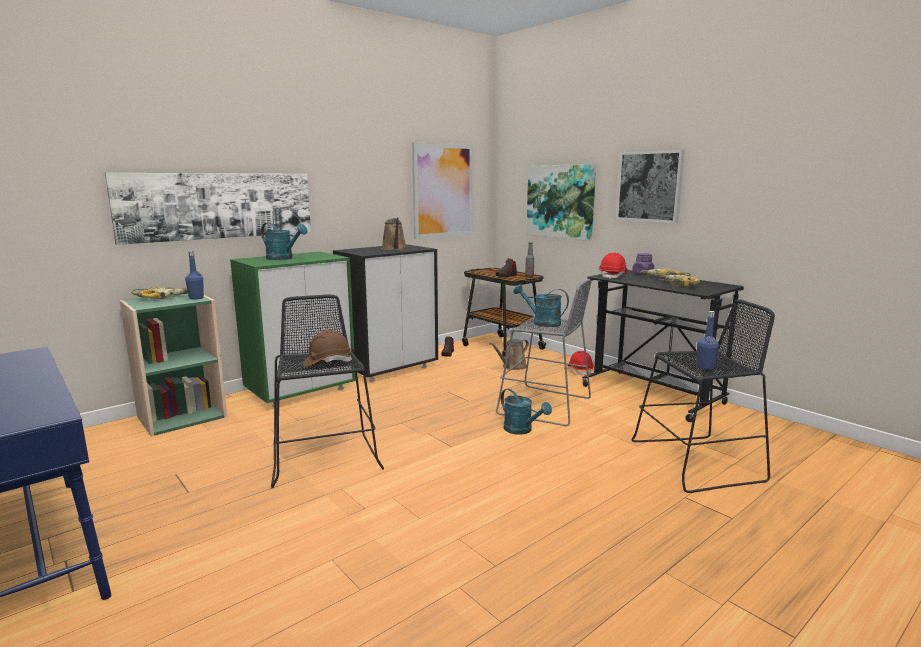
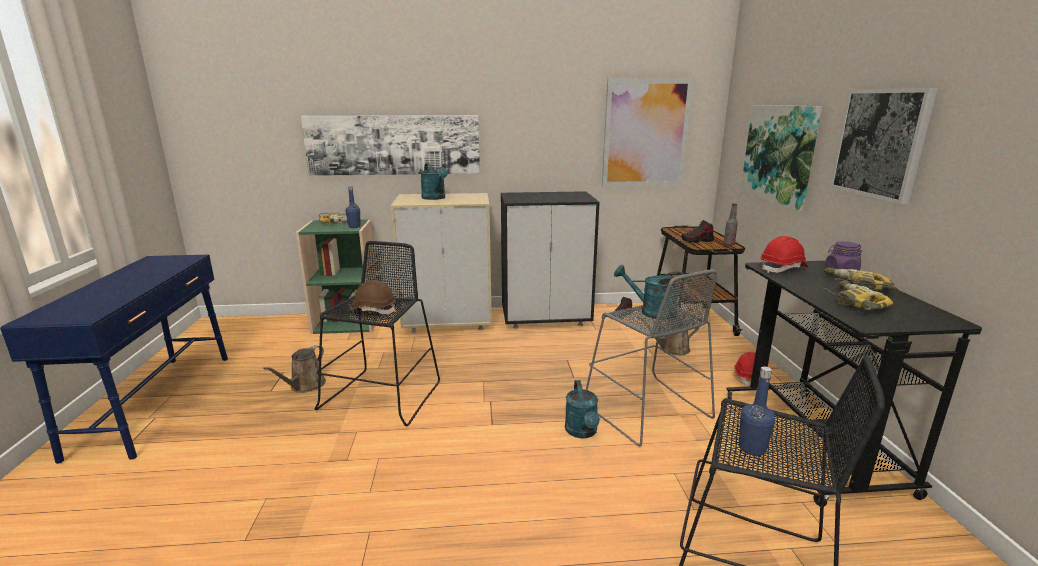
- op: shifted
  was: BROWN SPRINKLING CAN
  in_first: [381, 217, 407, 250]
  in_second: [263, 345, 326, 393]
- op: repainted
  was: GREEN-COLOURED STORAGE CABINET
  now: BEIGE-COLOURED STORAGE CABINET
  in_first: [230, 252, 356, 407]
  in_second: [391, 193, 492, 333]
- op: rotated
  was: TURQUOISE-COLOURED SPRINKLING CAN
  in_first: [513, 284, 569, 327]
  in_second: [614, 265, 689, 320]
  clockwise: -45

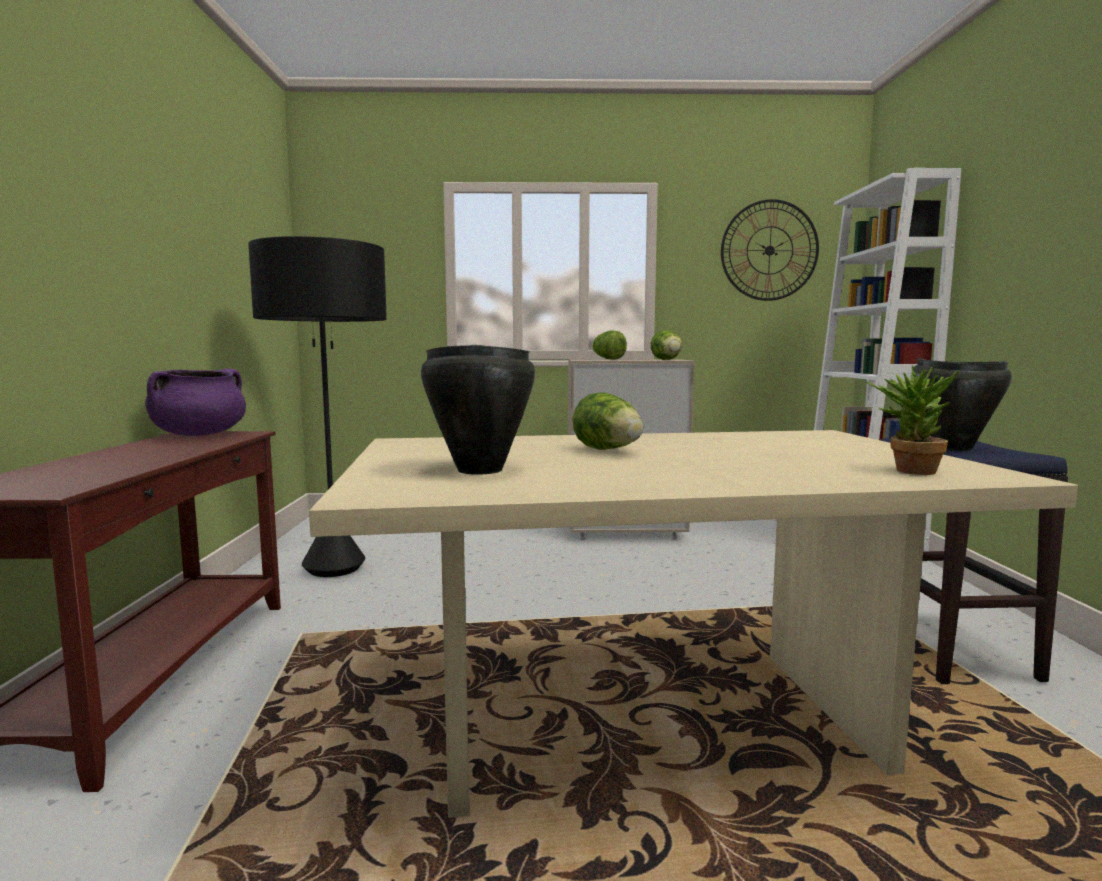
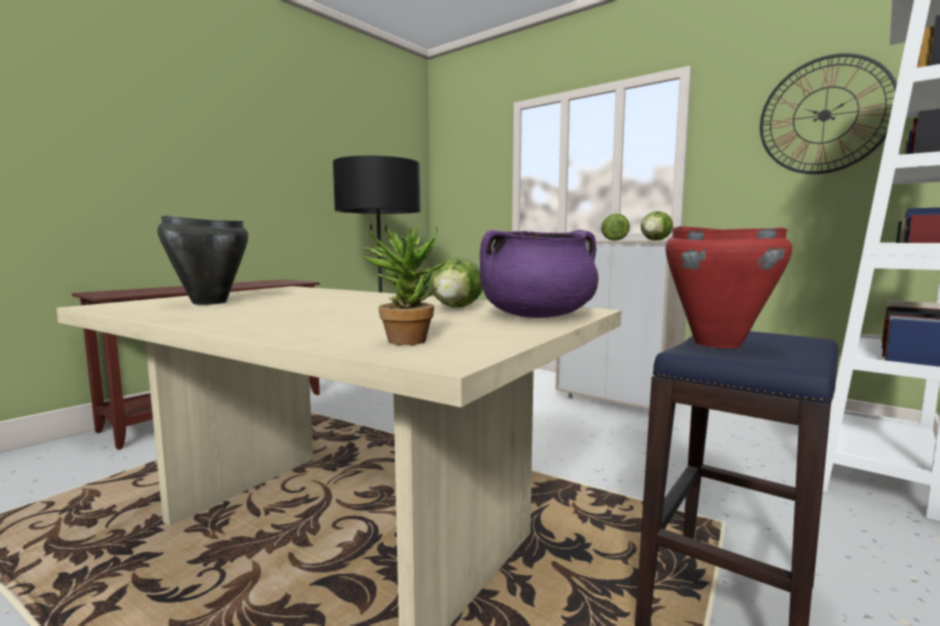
- op: shifted
  was: PURPLE-COLOURED COOKING POT
  in_first: [145, 368, 246, 436]
  in_second: [480, 230, 599, 318]
- op: shifted
  was: LETTUCE HEAD
  in_first: [573, 392, 643, 450]
  in_second: [431, 258, 483, 307]
- op: repainted
  was: BLACK-COLOURED COOKING POT
  now: RED-COLOURED COOKING POT
  in_first: [914, 358, 1012, 451]
  in_second: [665, 226, 792, 348]

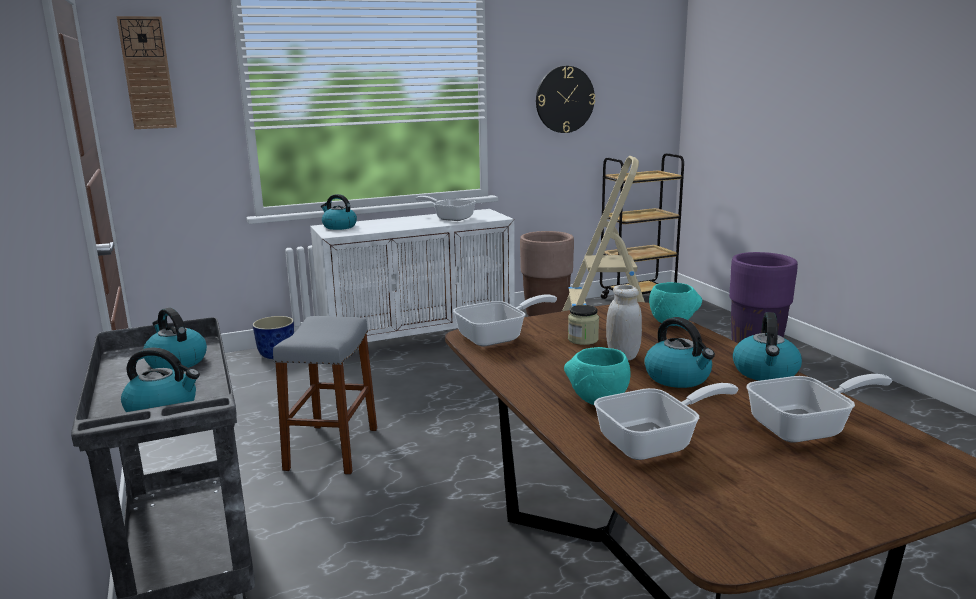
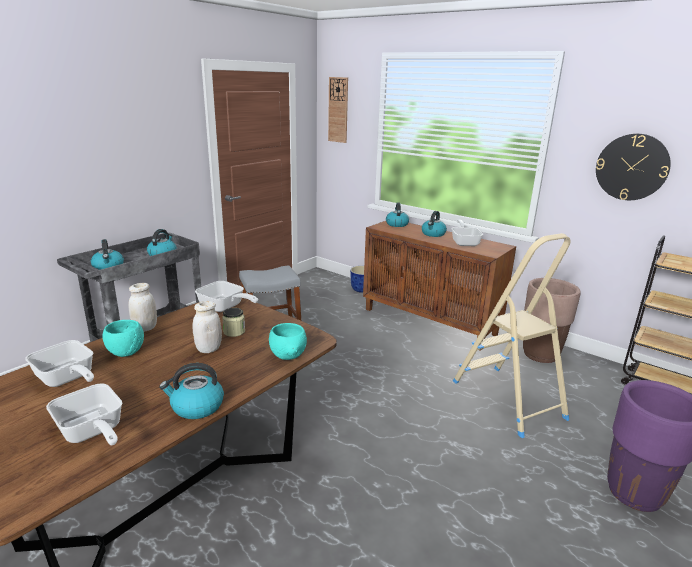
- op: new
  now: WHITE JAR
  in_second: [129, 283, 157, 332]
- op: shifted
  was: KETTLE
  in_first: [644, 317, 715, 388]
  in_second: [422, 211, 447, 237]
- op: repainted
  was: WHITE STORAGE CABINET
  now: BROWN STORAGE CABINET
  in_first: [310, 209, 515, 342]
  in_second: [363, 221, 516, 351]

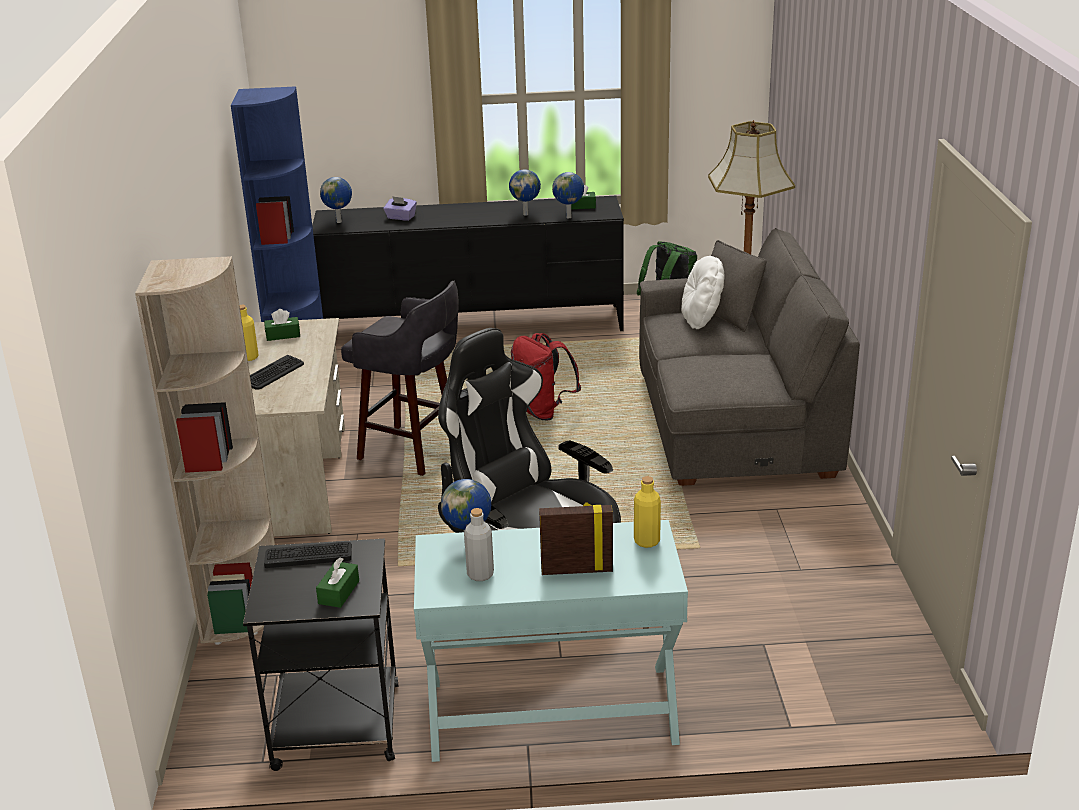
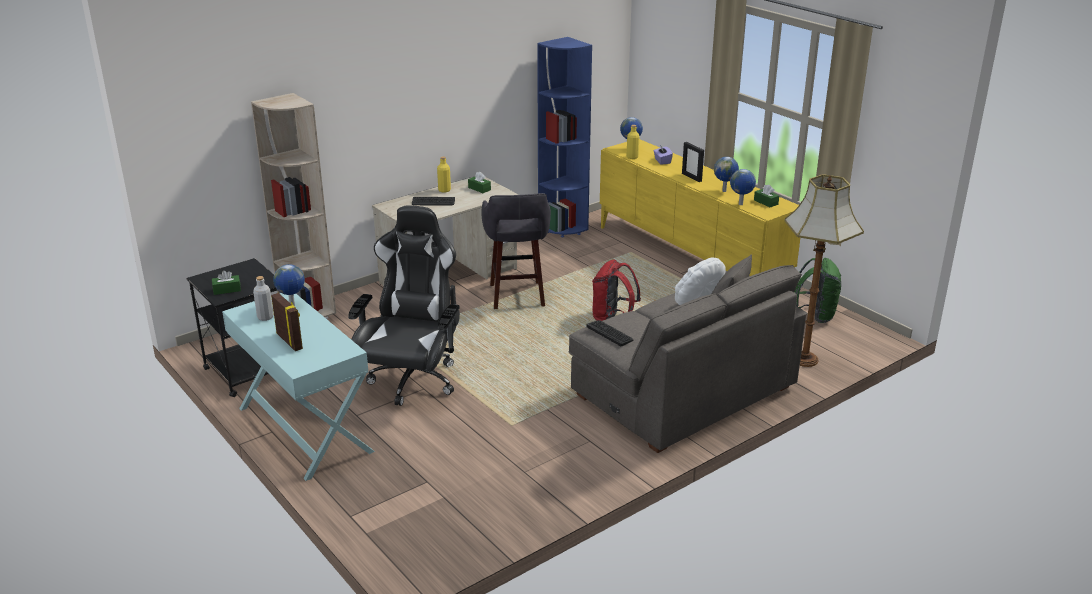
- op: new
  now: PICTURE FRAME
  in_second: [682, 142, 704, 182]
- op: shifted
  was: COMPUTER KEYBOARD
  in_first: [264, 542, 352, 568]
  in_second: [586, 320, 633, 346]
- op: shifted
  was: YELLOWISH BOTTLE
  in_first: [634, 476, 661, 548]
  in_second: [627, 125, 639, 159]
- op: repainted
  was: BLACK-COLOURED STORAGE CABINET
  now: YELLOWISH STORAGE CABINET
  in_first: [312, 196, 624, 331]
  in_second: [600, 139, 800, 276]

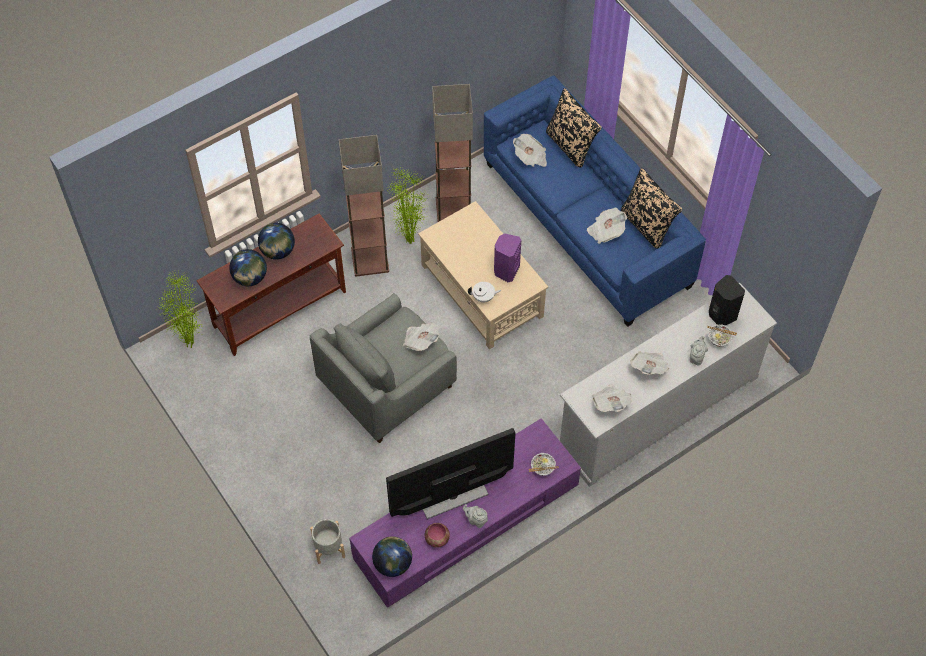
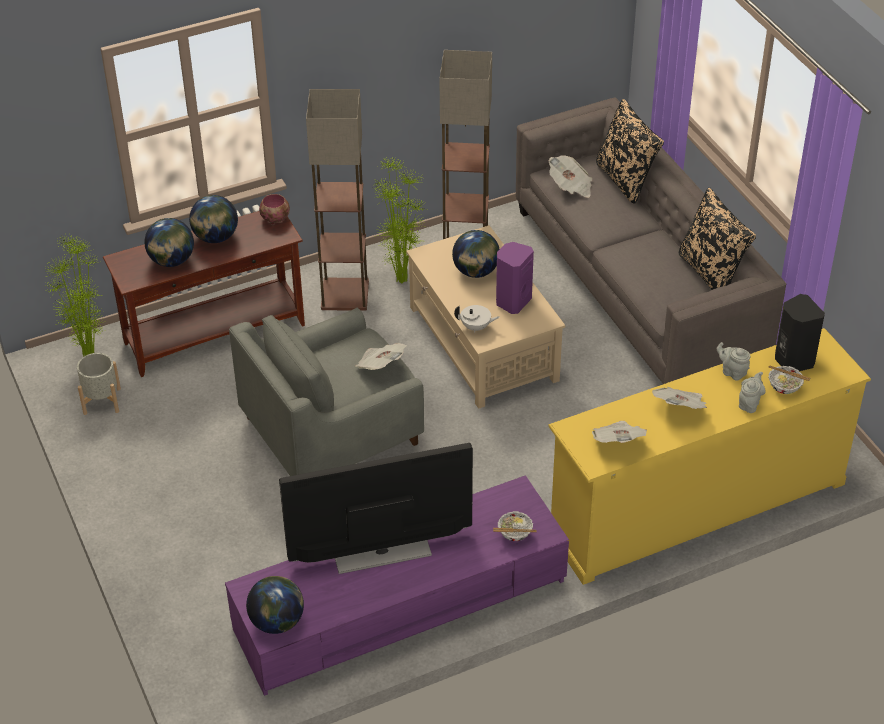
- op: gone
  was: PRINTED PAPER
  in_first: [587, 208, 627, 244]
- op: new
  now: GLOBE
  in_second: [452, 230, 500, 278]
- op: shifted
  was: GREY FLOWER POT
  in_first: [310, 519, 345, 564]
  in_second: [77, 353, 121, 415]
- op: shifted
  was: SERVING BOWL
  in_first: [424, 523, 450, 548]
  in_second: [259, 194, 290, 224]
- op: shifted
  was: GREY POT FOR TEA
  in_first: [463, 504, 488, 528]
  in_second: [717, 342, 750, 380]
- op: repainted
  was: BLUE COUCH
  now: GREY COUCH
  in_first: [484, 75, 706, 327]
  in_second: [516, 98, 786, 384]
- op: repainted
  was: WHITE STORAGE CABINET
  now: YELLOWISH STORAGE CABINET
  in_first: [560, 283, 777, 487]
  in_second: [548, 328, 871, 585]

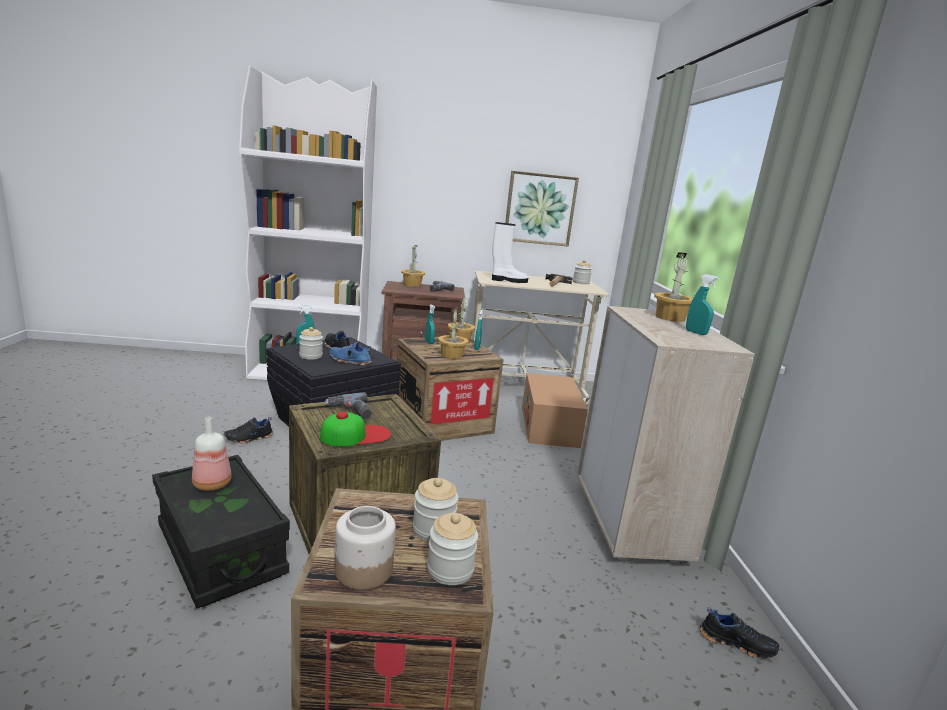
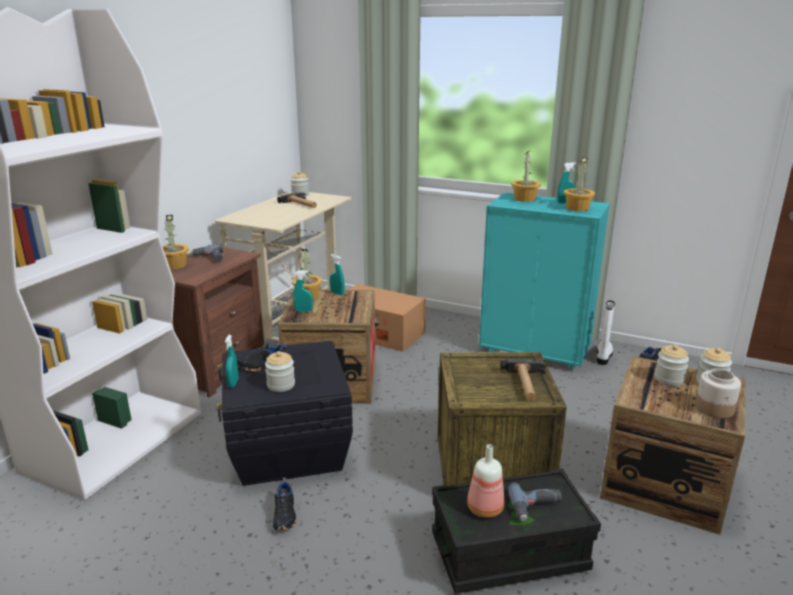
- op: gone
  was: BLUE SHOE
  in_first: [330, 342, 372, 365]
- op: gone
  was: PICTURE
  in_first: [505, 171, 579, 246]
- op: shifted
  was: DRILL
  in_first: [325, 392, 372, 419]
  in_second: [508, 483, 561, 521]
- op: shifted
  was: POTTED PLANT
  in_first: [438, 309, 468, 359]
  in_second: [563, 157, 595, 212]
- op: shifted
  was: WHITE BOOT
  in_first: [492, 222, 528, 283]
  in_second: [597, 301, 615, 365]
- op: swapped
  was: CAP
  now: HAND HAMMER
  in_first: [320, 412, 391, 447]
  in_second: [500, 359, 546, 401]
- op: repainted
  was: BEIGE-COLOURED STORAGE CABINET
  now: TURQUOISE-COLOURED STORAGE CABINET
  in_first: [577, 306, 755, 563]
  in_second: [479, 192, 610, 369]

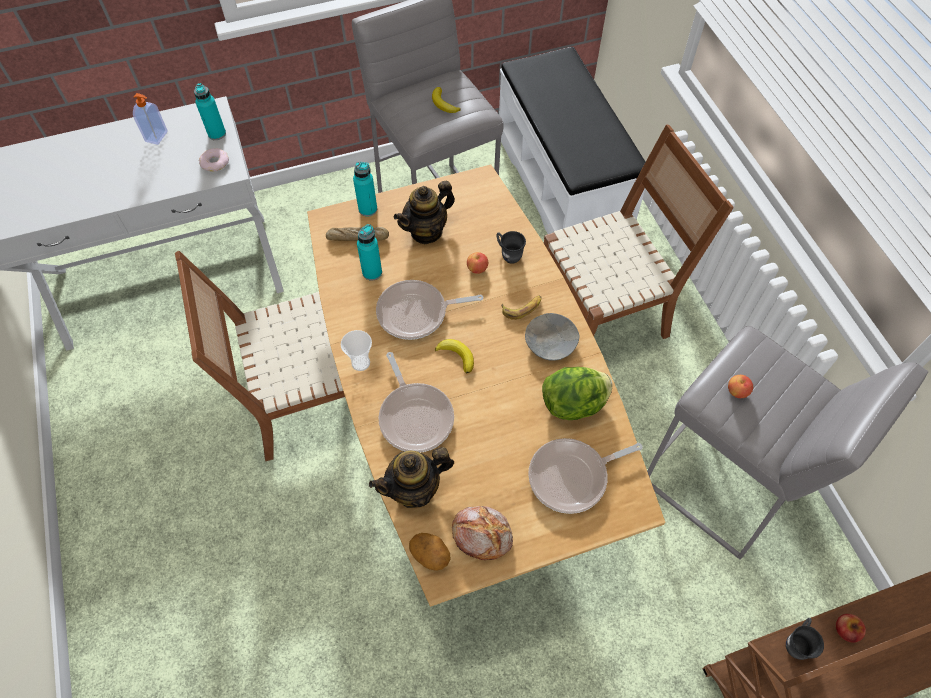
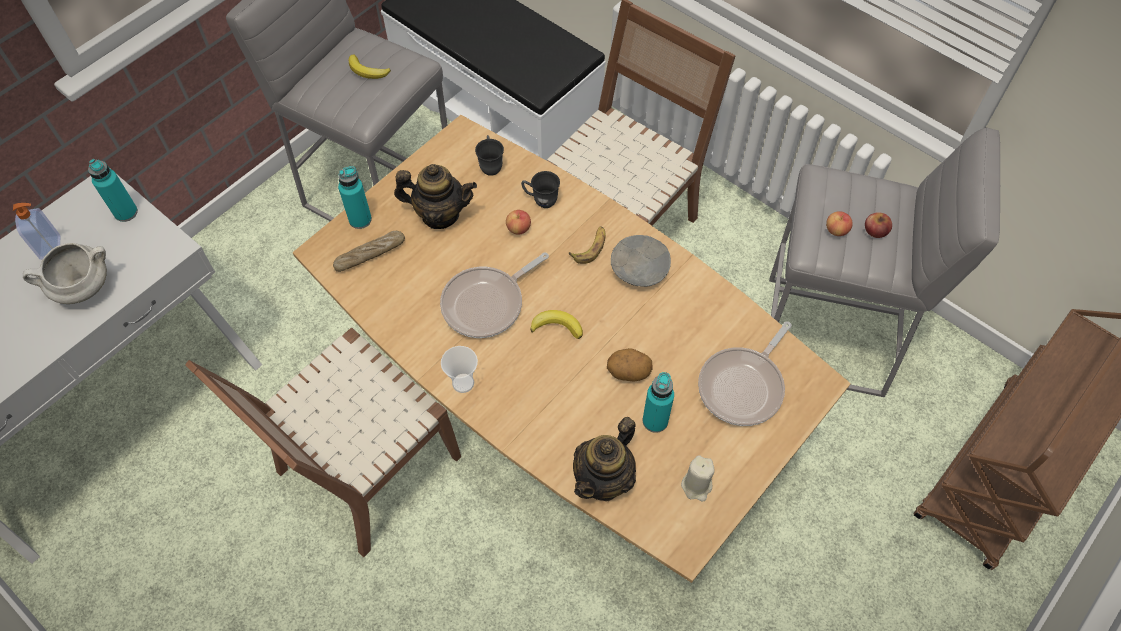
- op: gone
  was: DONUT
  in_first: [199, 148, 229, 172]
- op: gone
  was: PAN
  in_first: [379, 352, 454, 453]
- op: gone
  was: LETTUCE HEAD
  in_first: [542, 367, 613, 420]
- op: new
  now: WHITE COOKING POT
  in_second: [23, 243, 107, 304]
- op: shifted
  was: TURQUOISE-COLOURED BOTTLE
  in_first: [357, 224, 382, 281]
  in_second: [643, 372, 674, 433]
- op: shifted
  was: WHOLE POTATO
  in_first: [409, 533, 451, 571]
  in_second: [607, 348, 653, 381]
- op: shifted
  was: GREY COFFEE MUG
  in_first: [786, 618, 824, 660]
  in_second: [475, 135, 504, 176]
- op: shifted
  was: APPLE FRUIT
  in_first: [836, 614, 866, 642]
  in_second: [865, 212, 892, 238]
- op: swapped
  was: BAKERY BREAD
  now: BEIGE-COLOURED CANDLE
  in_first: [452, 506, 513, 560]
  in_second: [681, 455, 715, 501]
- op: rotated
  was: POT FOR TEA
  in_first: [394, 181, 455, 245]
  in_second: [394, 164, 477, 229]
  clockwise: -105

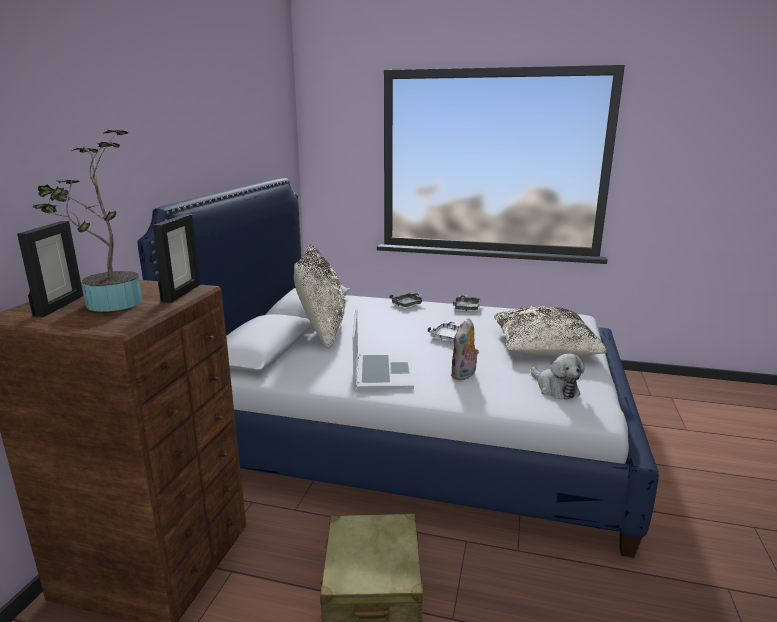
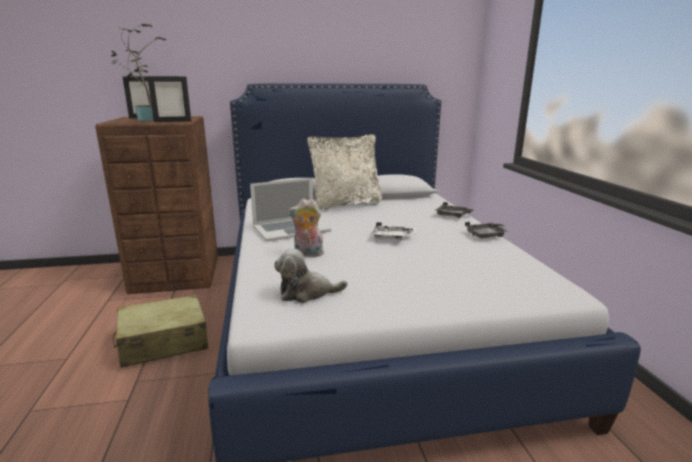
- op: gone
  was: BEIGE-COLOURED PILLOW
  in_first: [494, 306, 607, 356]
- op: rotated
  was: PLUSH TOY
  in_first: [531, 354, 585, 400]
  in_second: [274, 248, 348, 303]
  clockwise: 45

